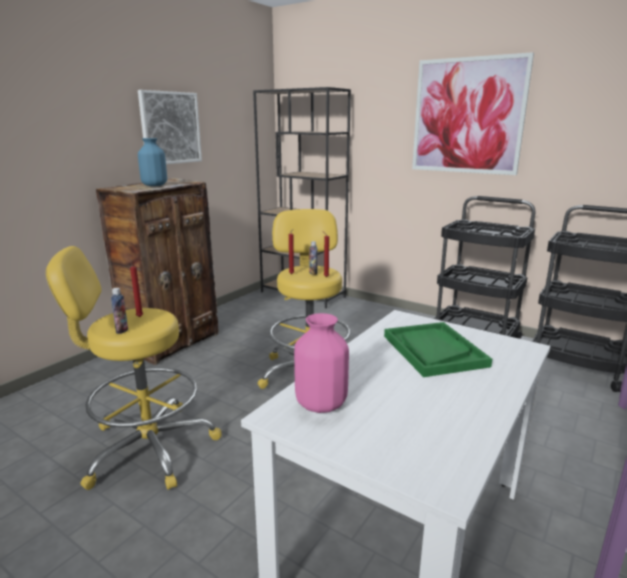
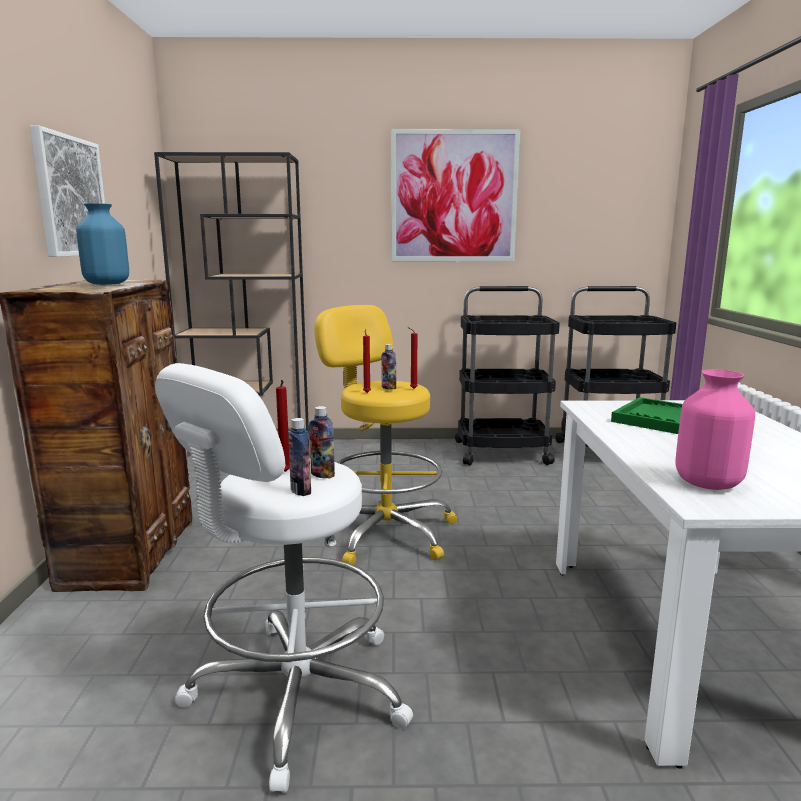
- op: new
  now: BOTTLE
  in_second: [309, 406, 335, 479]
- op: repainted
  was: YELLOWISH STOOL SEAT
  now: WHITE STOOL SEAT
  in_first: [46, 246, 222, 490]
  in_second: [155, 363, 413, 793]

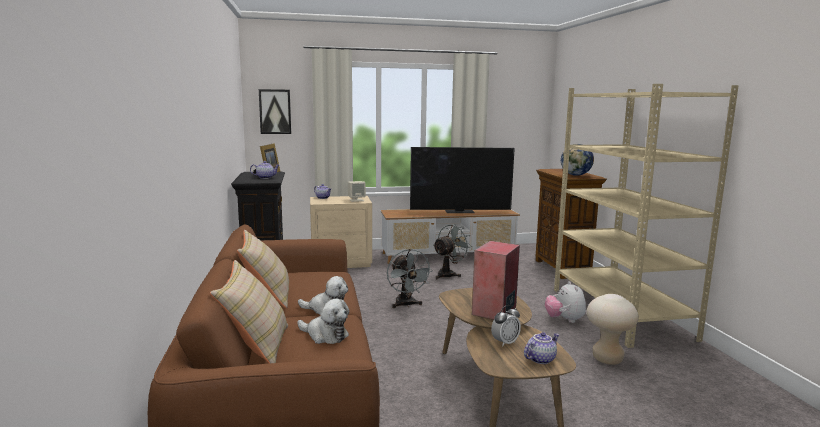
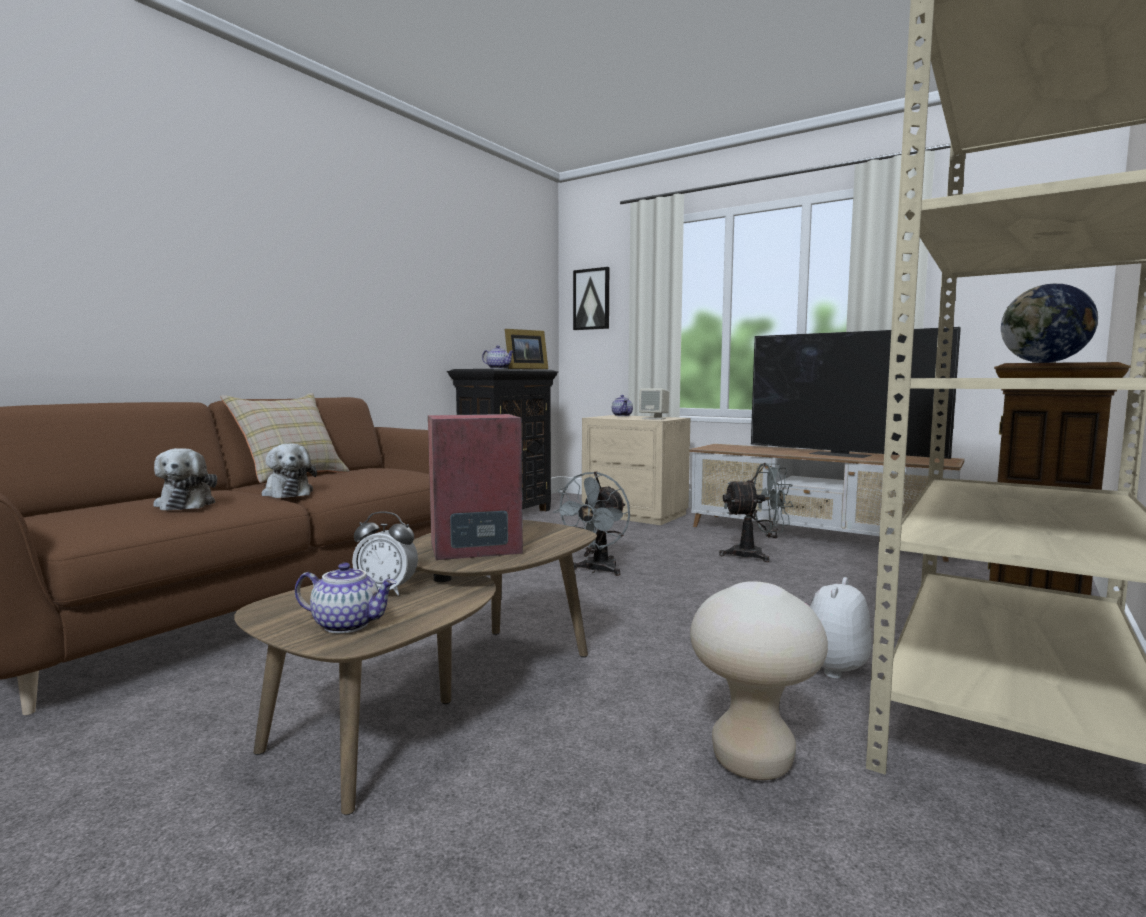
- op: gone
  was: BEIGE-COLOURED PILLOW
  in_first: [210, 260, 288, 364]

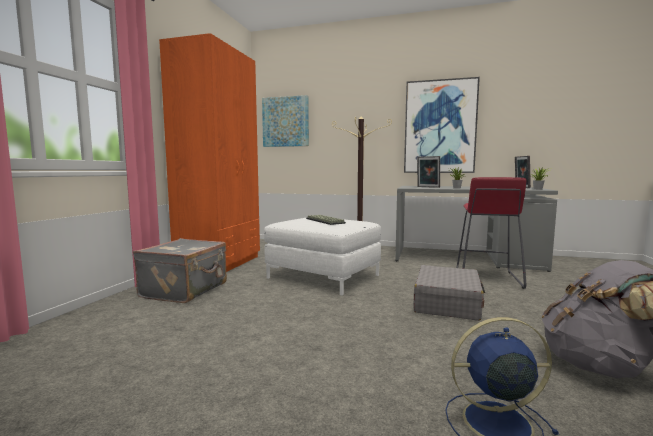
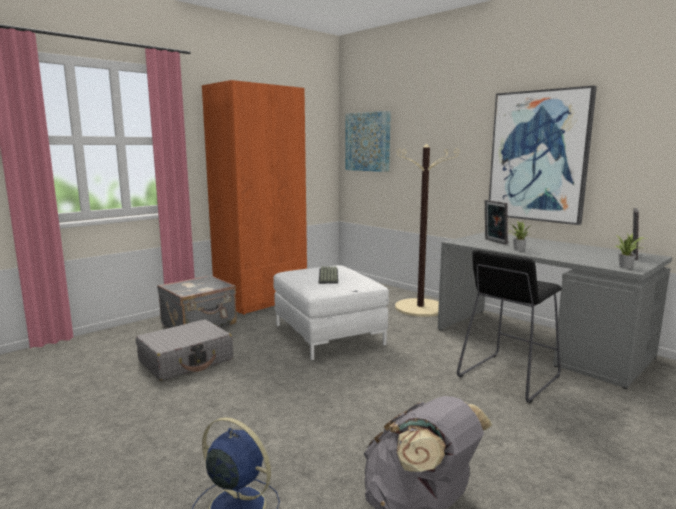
- op: shifted
  was: GREY SUITCASE
  in_first: [413, 265, 485, 321]
  in_second: [136, 319, 233, 380]
- op: repainted
  was: RED-COLOURED STOOL SEAT
  now: BLACK-COLOURED STOOL SEAT
  in_first: [456, 177, 526, 289]
  in_second: [457, 250, 562, 403]

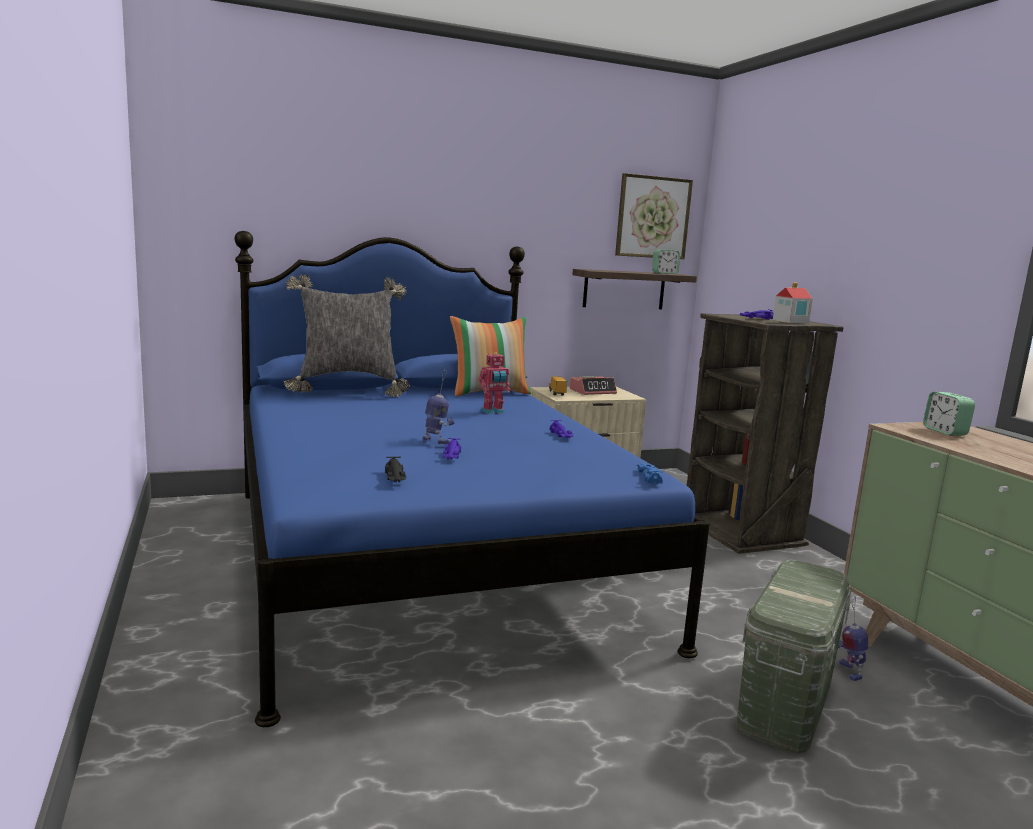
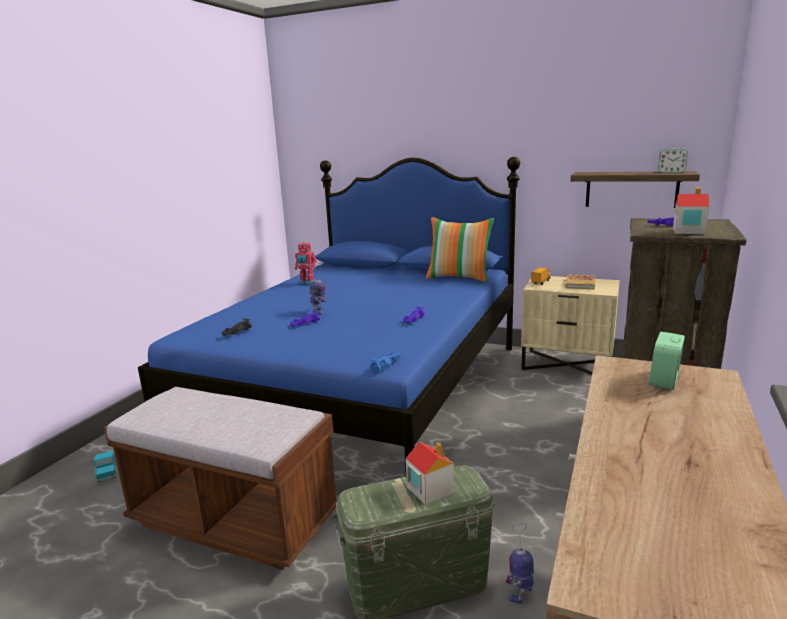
- op: gone
  was: PILLOW
  in_first: [284, 274, 411, 397]
- op: gone
  was: PICTURE
  in_first: [615, 173, 693, 259]
- op: new
  now: MODEL TRUCK
  in_second: [91, 451, 116, 482]
- op: new
  now: BROWN BENCH
  in_second: [104, 386, 337, 570]
- op: new
  now: MINIATURE HOUSE
  in_second: [406, 442, 454, 505]
- op: shifted
  was: ROBOT FIGURE
  in_first: [479, 352, 510, 414]
  in_second: [295, 242, 317, 285]
- op: swapped
  was: ALARM CLOCK
  now: VOLUME
  in_first: [570, 376, 617, 395]
  in_second: [566, 274, 595, 289]

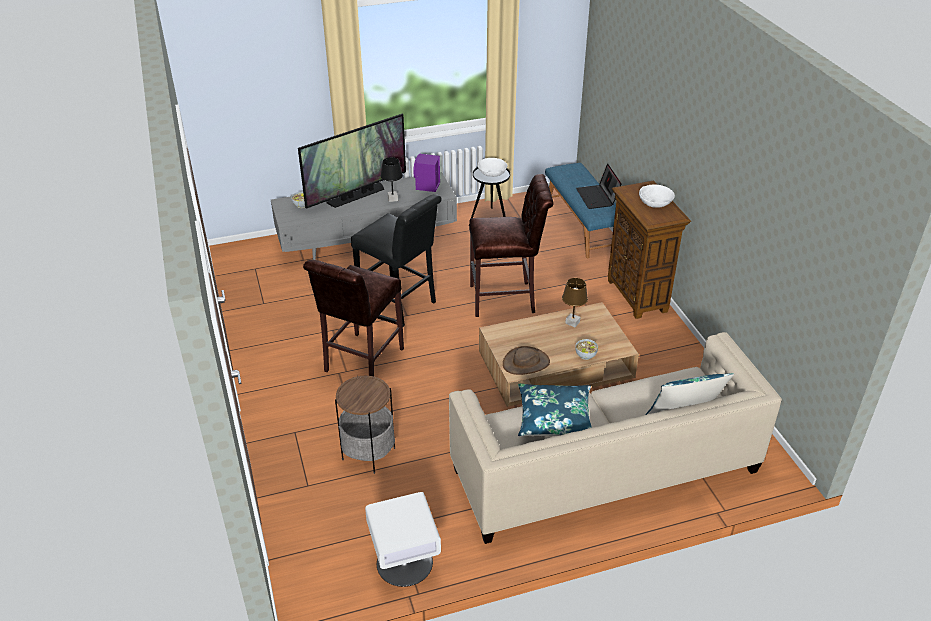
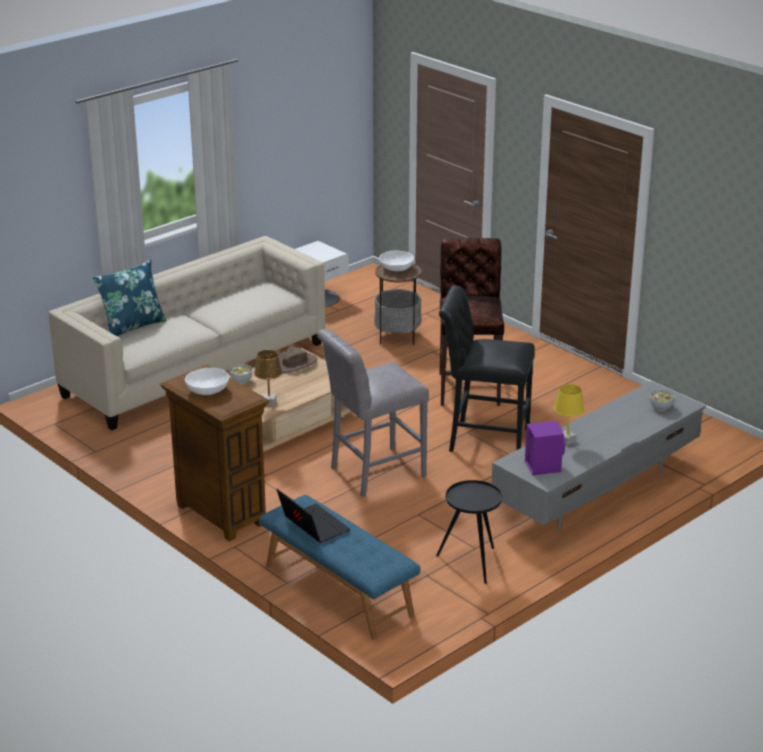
- op: gone
  was: TELEVISION
  in_first: [298, 114, 406, 209]
- op: gone
  was: BLUE PILLOW
  in_first: [518, 384, 592, 437]
- op: shifted
  was: WHITE SERVING BOWL
  in_first: [478, 158, 507, 177]
  in_second: [379, 250, 414, 271]
- op: repainted
  was: BLACK-COLOURED TABLETOP LAMP
  now: YELLOWISH TABLETOP LAMP
  in_first: [381, 157, 403, 202]
  in_second: [554, 384, 584, 445]
- op: repainted
  was: BROWN STOOL SEAT
  now: GREY STOOL SEAT
  in_first: [469, 174, 554, 317]
  in_second: [317, 329, 429, 497]

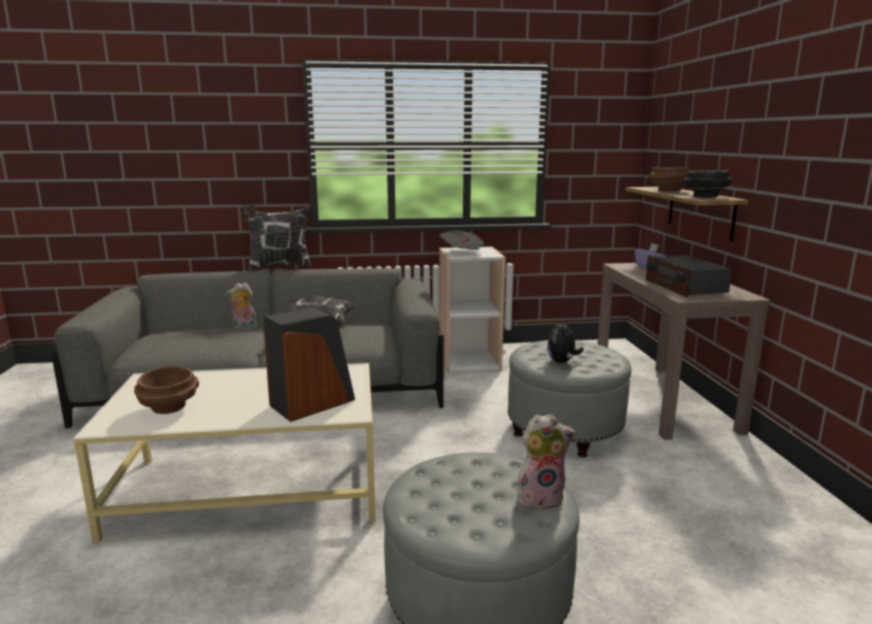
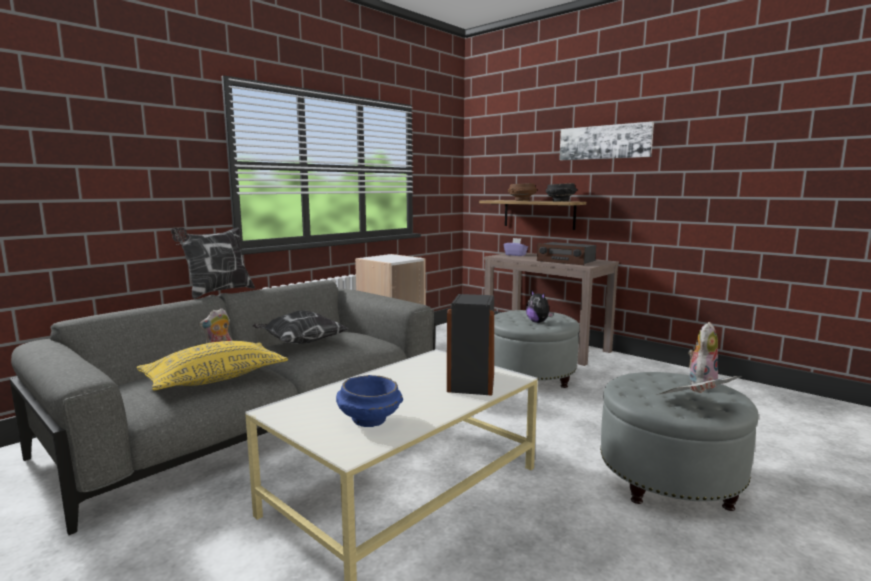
- op: new
  now: YELLOWISH PILLOW
  in_second: [137, 341, 288, 391]
- op: new
  now: PICTURE
  in_second: [559, 122, 654, 160]
- op: shifted
  was: PRINTED PAPER
  in_first: [439, 230, 484, 250]
  in_second: [656, 376, 742, 395]
- op: repainted
  was: BROWN SERVING BOWL
  now: BLUE SERVING BOWL
  in_first: [134, 366, 199, 414]
  in_second: [336, 375, 403, 427]

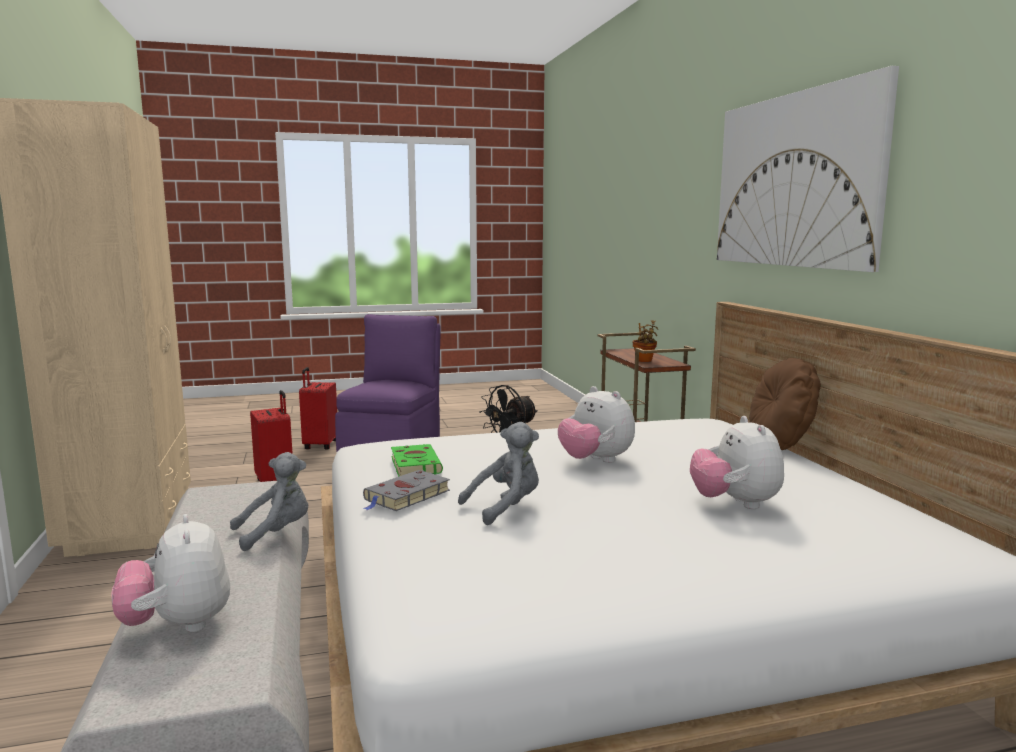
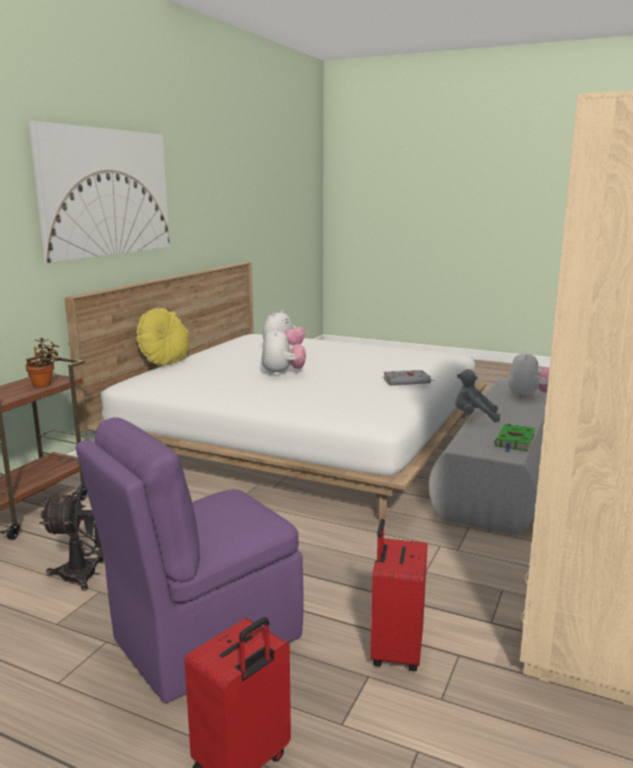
- op: gone
  was: GREY PLUSH TOY
  in_first: [458, 422, 539, 525]
- op: shifted
  was: GREEN-COLOURED VOLUME
  in_first: [391, 444, 443, 477]
  in_second: [495, 424, 535, 453]
- op: repainted
  was: BROWN PILLOW
  now: YELLOWISH PILLOW
  in_first: [749, 358, 821, 450]
  in_second: [136, 308, 189, 367]

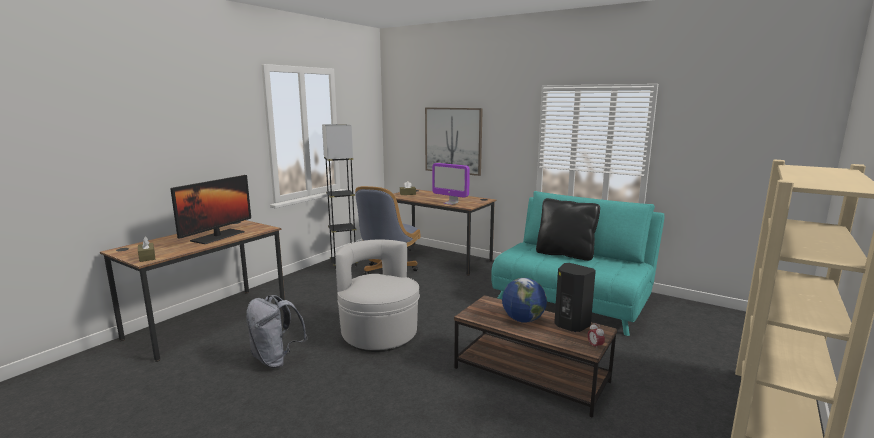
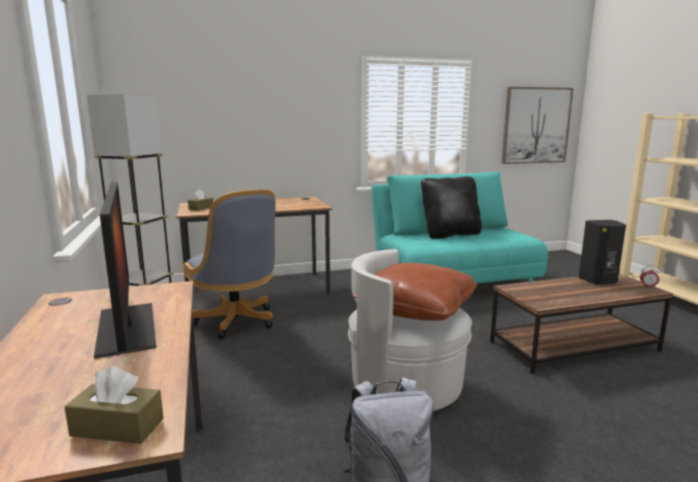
- op: gone
  was: COMPUTER DISPLAY
  in_first: [432, 163, 470, 205]
- op: gone
  was: GLOBE
  in_first: [502, 278, 547, 323]
- op: new
  now: BROWN PILLOW
  in_second: [352, 263, 477, 321]
- op: shifted
  was: PICTURE
  in_first: [425, 108, 483, 176]
  in_second: [502, 87, 573, 164]

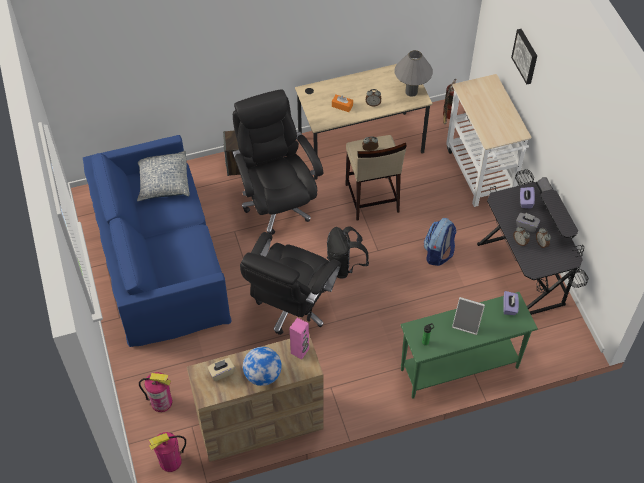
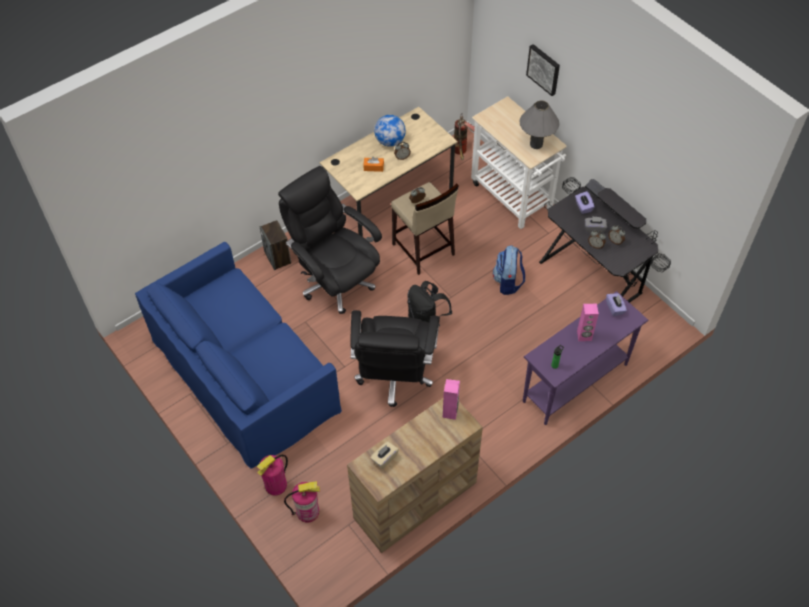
- op: gone
  was: PILLOW
  in_first: [137, 151, 190, 201]
- op: shifted
  was: EXTINGUISHER
  in_first: [149, 432, 186, 472]
  in_second: [257, 455, 288, 496]
- op: shifted
  was: GLOBE
  in_first: [243, 347, 282, 386]
  in_second: [374, 115, 406, 147]
- op: shifted
  was: GREY TABLETOP LAMP
  in_first: [395, 50, 433, 97]
  in_second: [519, 101, 559, 149]
- op: swapped
  was: PICTURE FRAME
  now: PINKISH LOUDSPEAKER
  in_first: [452, 297, 485, 335]
  in_second: [577, 304, 599, 341]
- op: repainted
  was: GREEN-COLOURED HALL TABLE
  now: PURPLE-COLOURED HALL TABLE
  in_first: [400, 292, 538, 399]
  in_second: [523, 291, 648, 425]

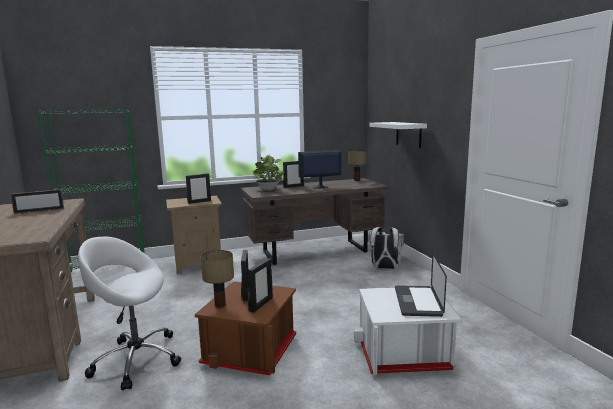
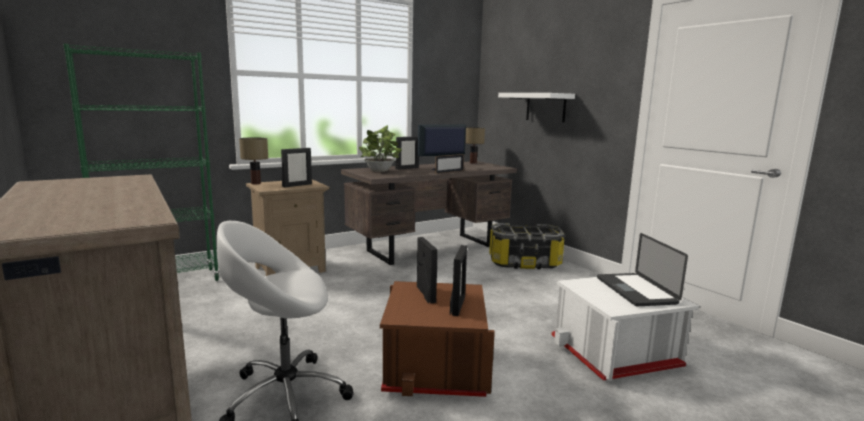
- op: shifted
  was: PICTURE FRAME
  in_first: [10, 189, 64, 214]
  in_second: [435, 154, 464, 174]
- op: shifted
  was: TABLETOP LAMP
  in_first: [201, 250, 234, 308]
  in_second: [239, 137, 268, 184]
- op: swapped
  was: WHITE BACKPACK
  now: STORAGE BIN
  in_first: [369, 227, 404, 269]
  in_second: [489, 223, 564, 269]

